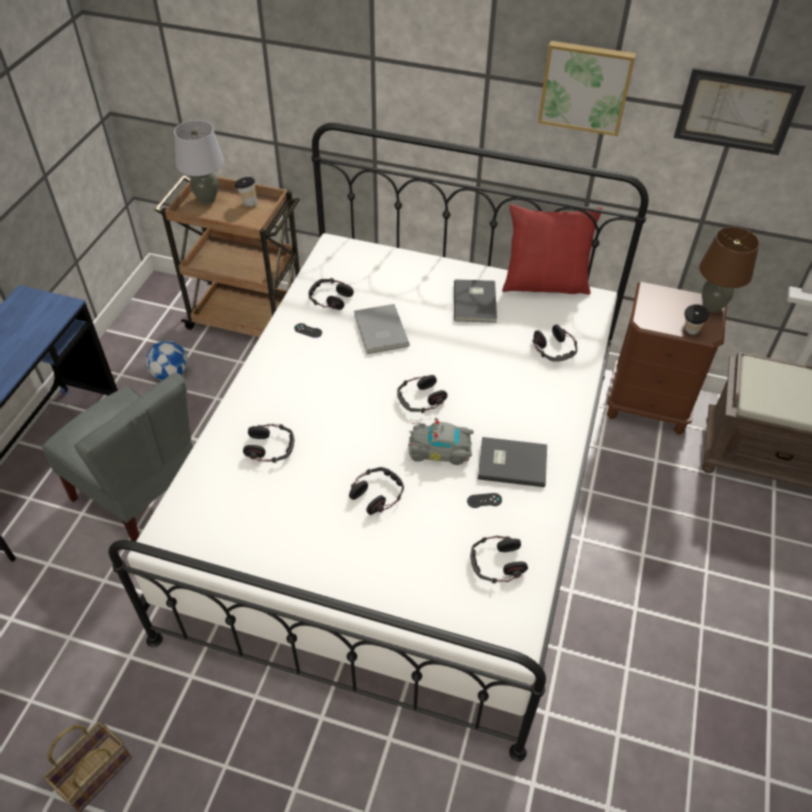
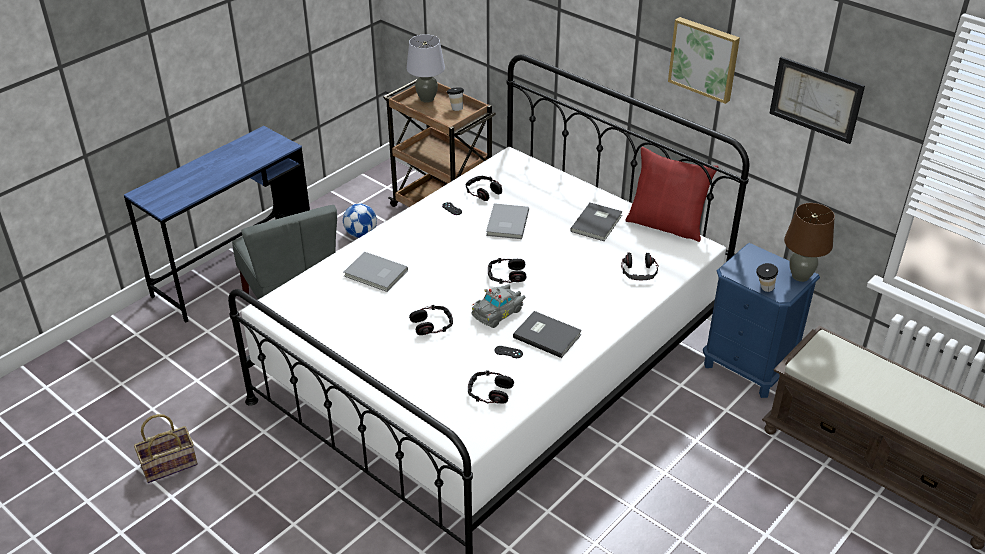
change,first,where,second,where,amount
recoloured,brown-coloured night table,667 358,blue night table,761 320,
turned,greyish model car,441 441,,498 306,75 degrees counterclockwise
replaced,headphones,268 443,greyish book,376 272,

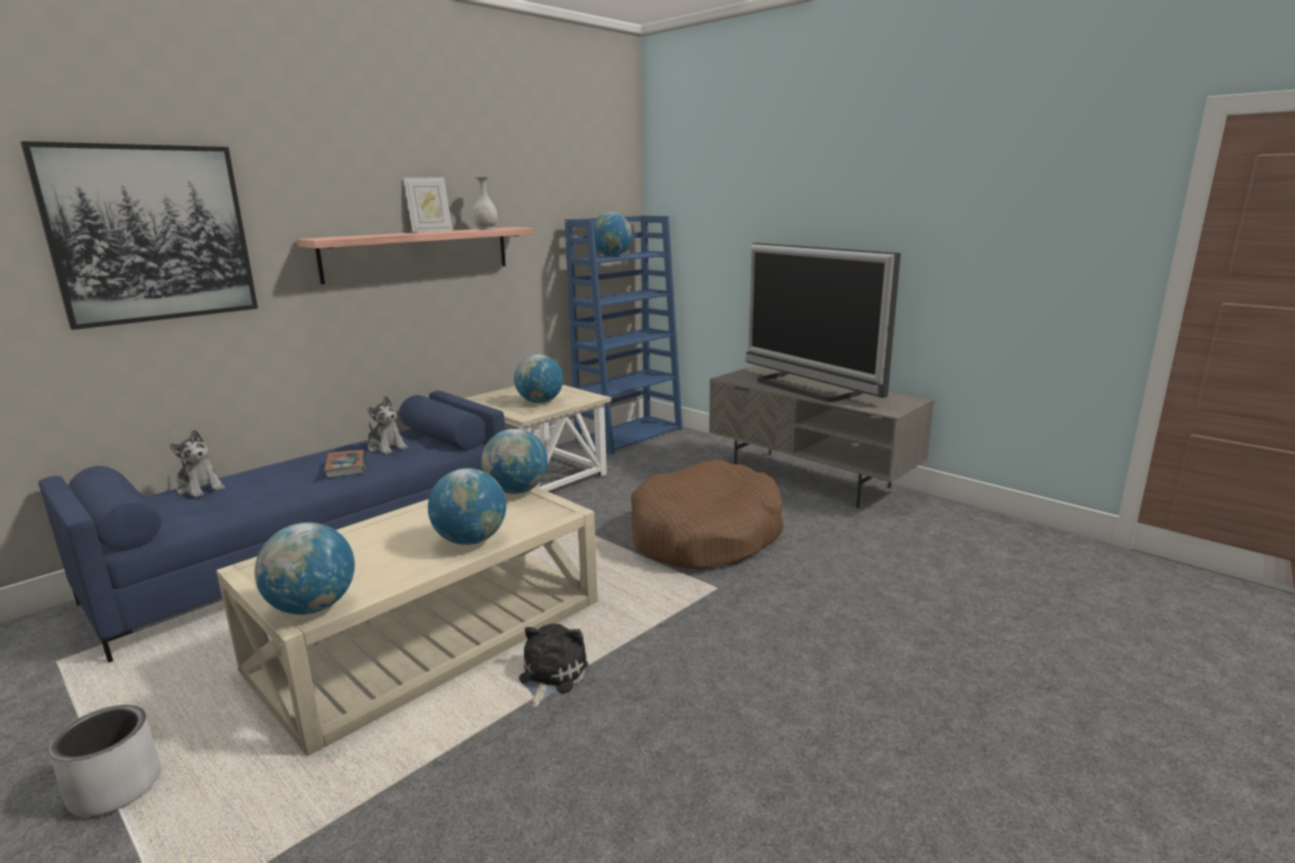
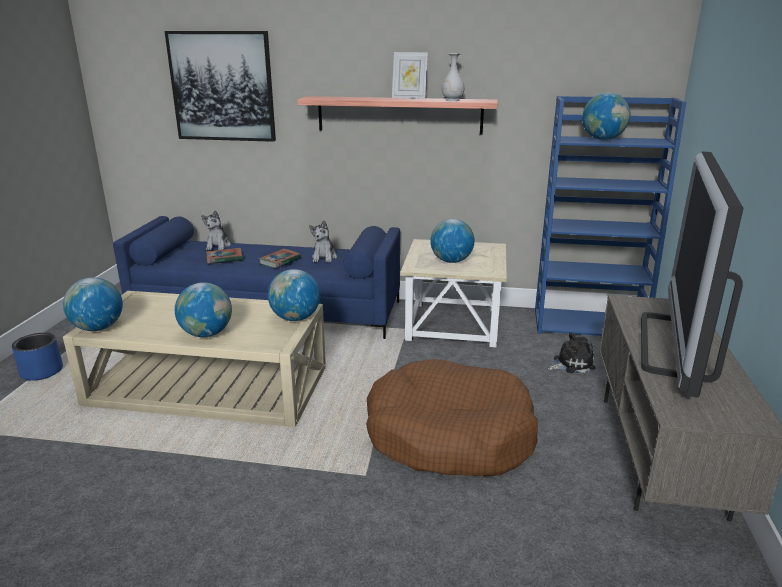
change,first,where,second,where,amount
moved,cuddly toy,553 665,,571 352,
recoloured,greyish flower pot,104 760,blue flower pot,37 357,
added,,,book,224 256,

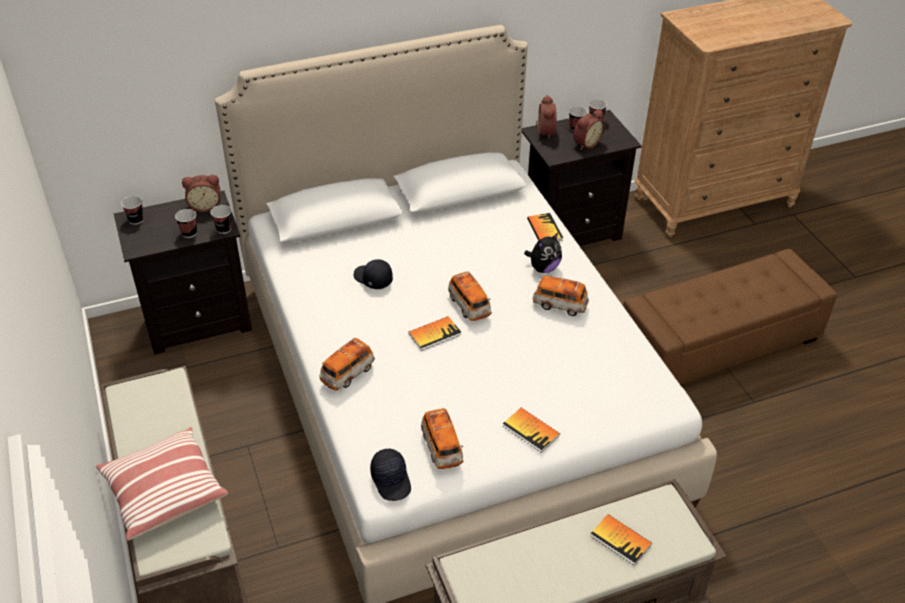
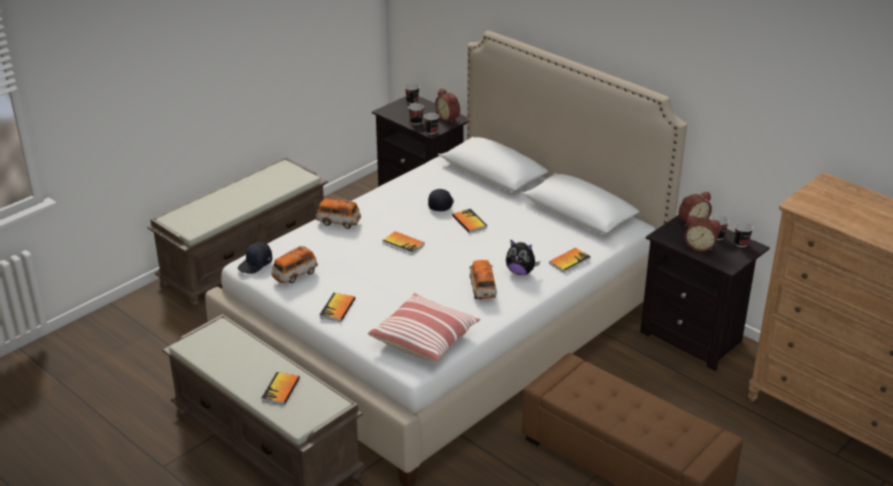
change,first,where,second,where,amount
removed,model car,470 296,,,
moved,pillow,162 484,,424 327,
added,,,book,469 221,

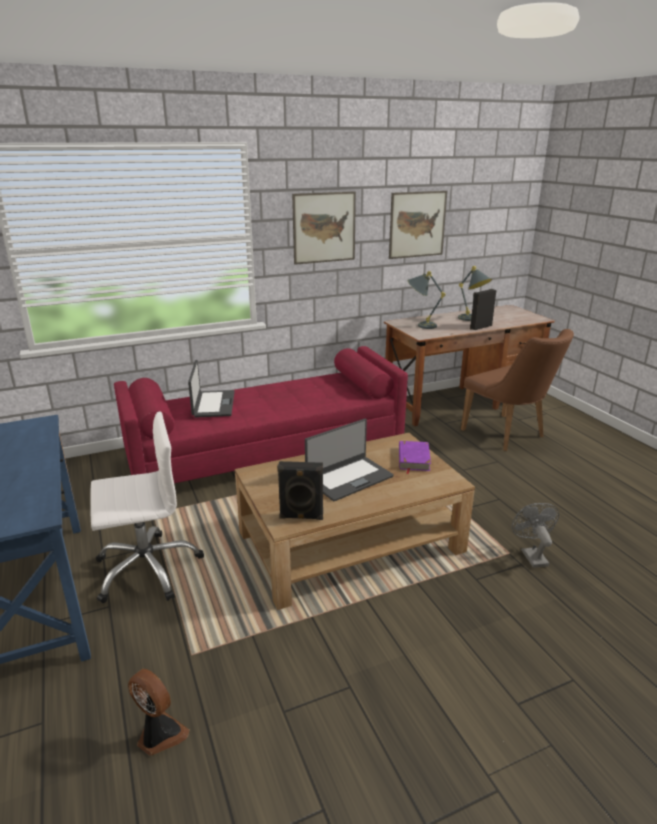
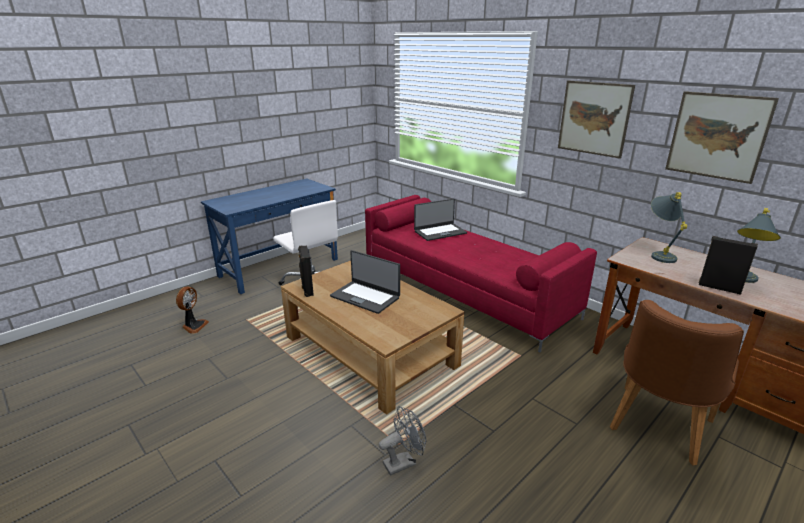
change,first,where,second,where,amount
removed,purple book,415 457,,,

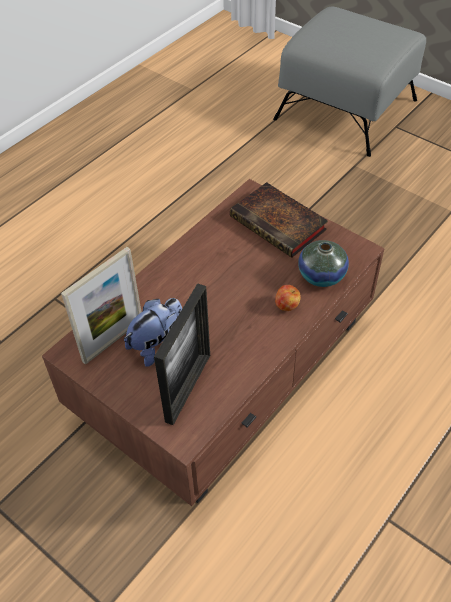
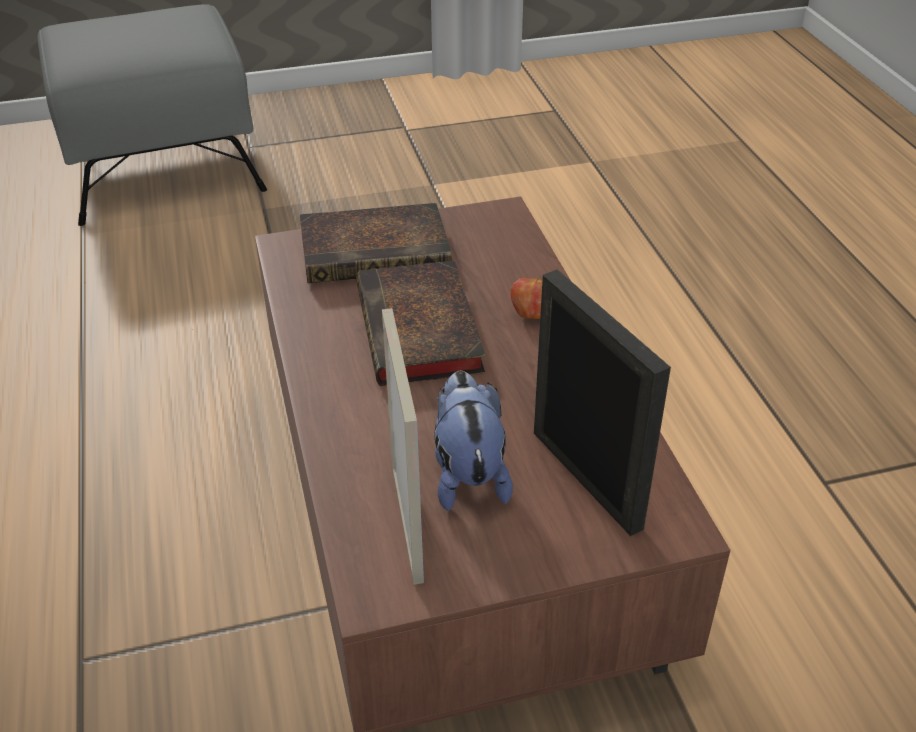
change,first,where,second,where,amount
removed,decorative vase,323 263,,,
added,,,book,420 323,

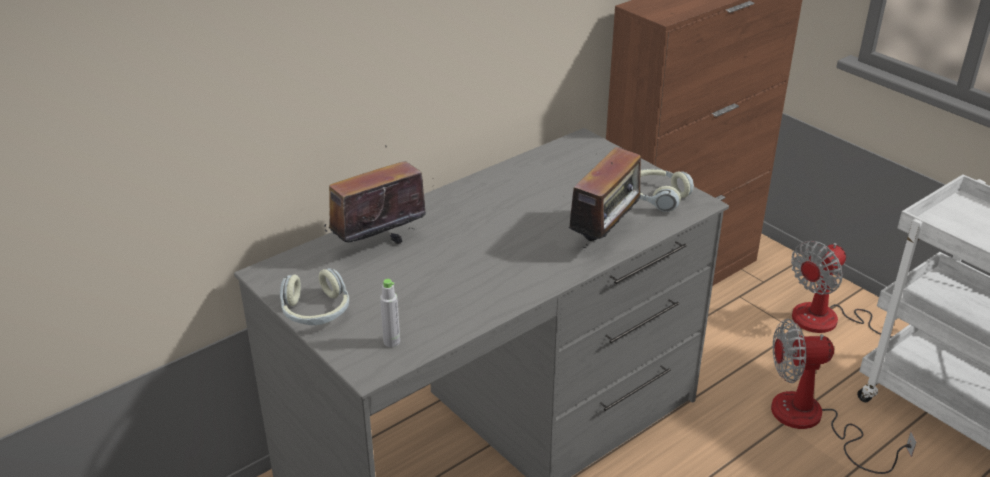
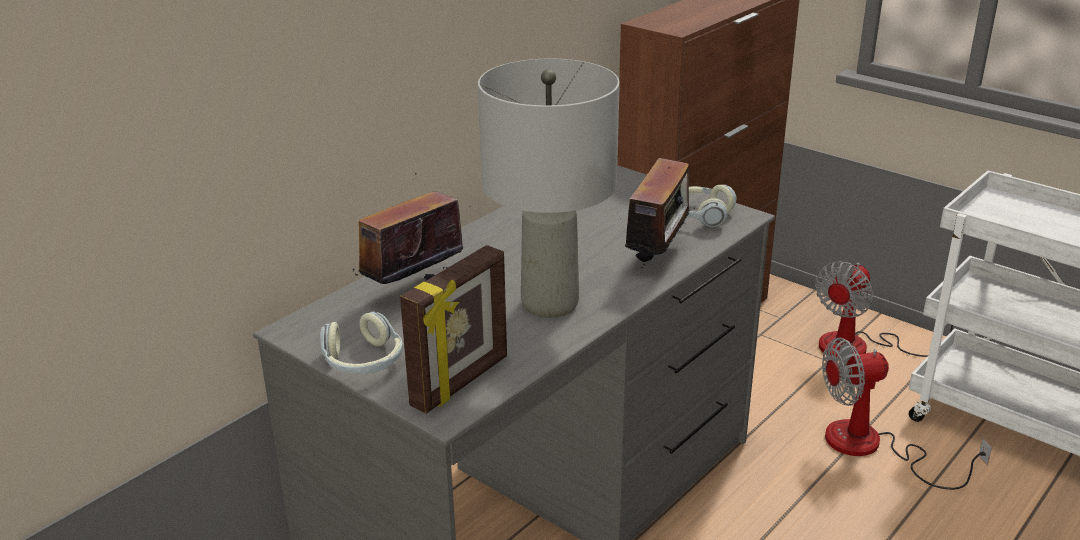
change,first,where,second,where,amount
replaced,greyish drink bottle,390 313,standing frame,453 329,
added,,,greyish table lamp,549 188,

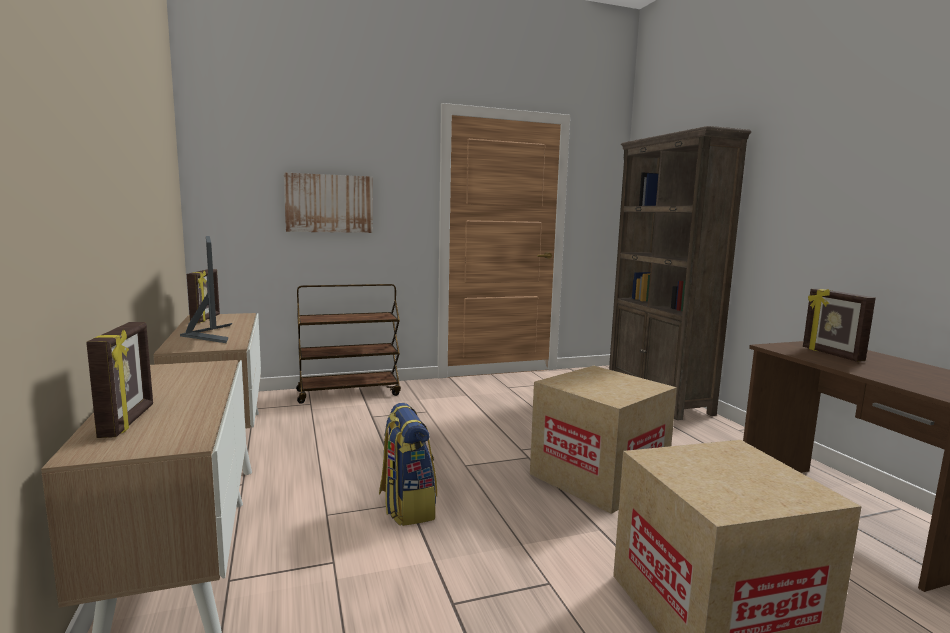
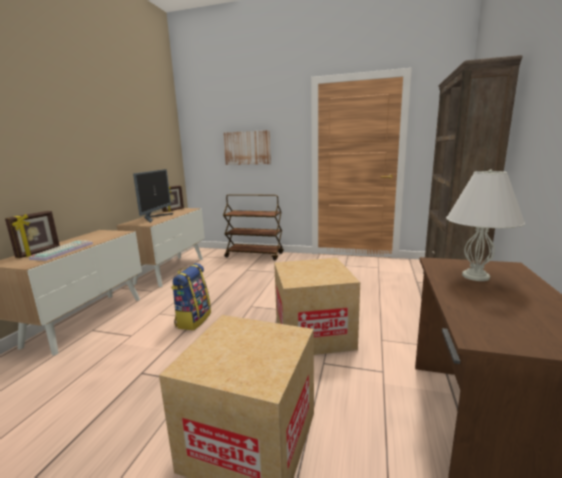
change,first,where,second,where,amount
replaced,standing frame,839 325,white table lamp,485 225,
added,,,keyboard,61 250,

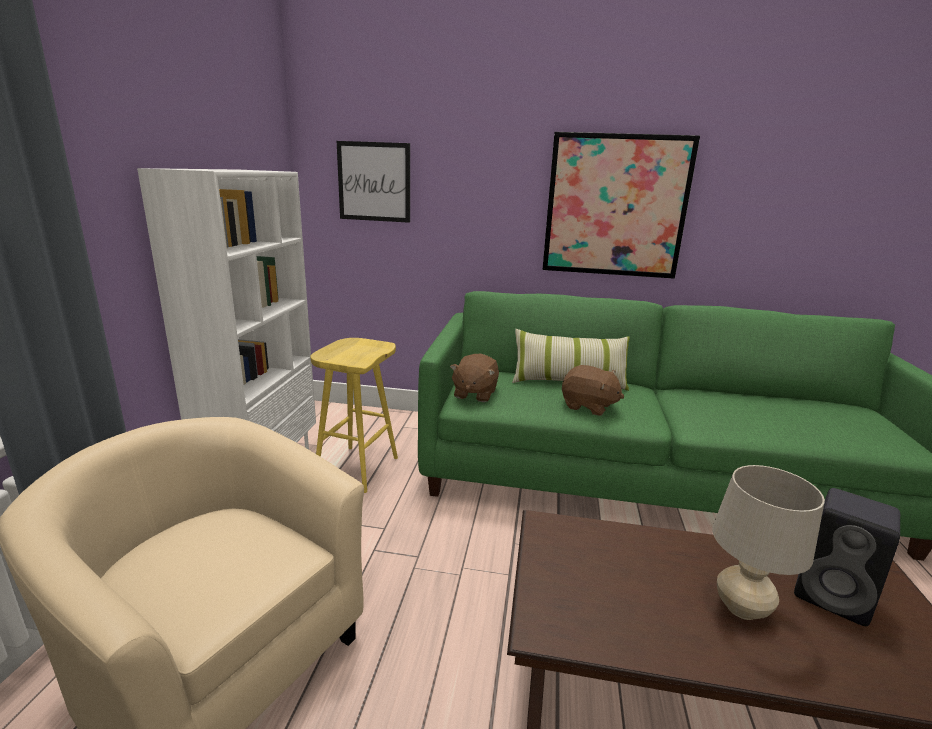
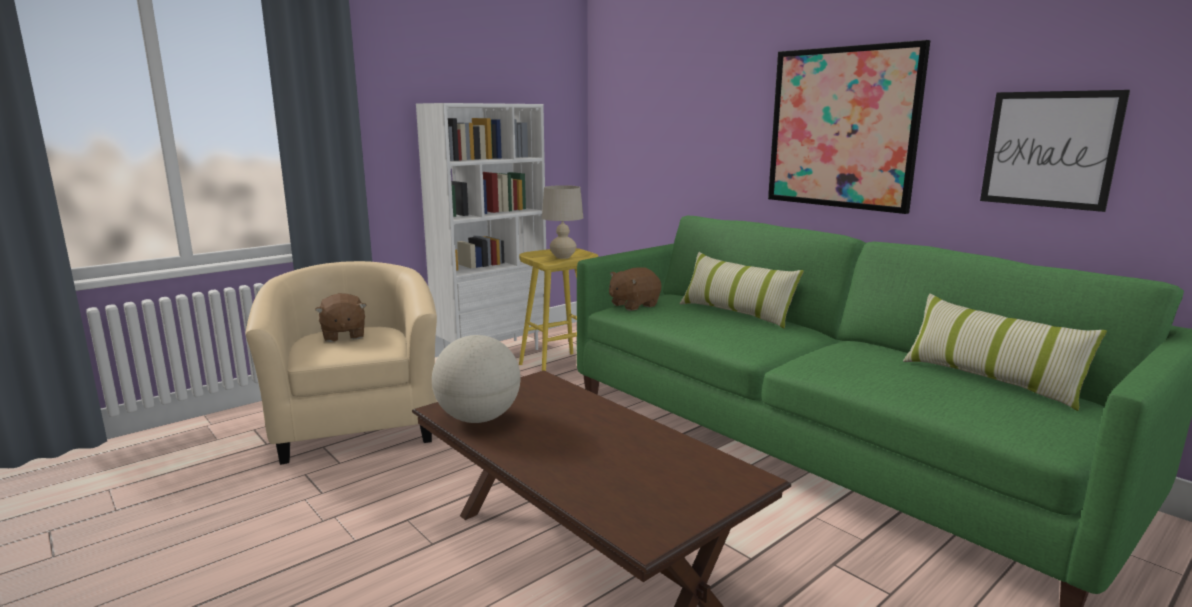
change,first,where,second,where,amount
moved,wall art,373 182,,1055 151,
moved,brown-coloured cuddly toy,593 390,,341 317,
moved,beige-coloured table lamp,768 542,,562 222,
removed,blackish audio speaker,847 557,,,
added,,,pillow,1005 352,
added,,,globe,476 379,

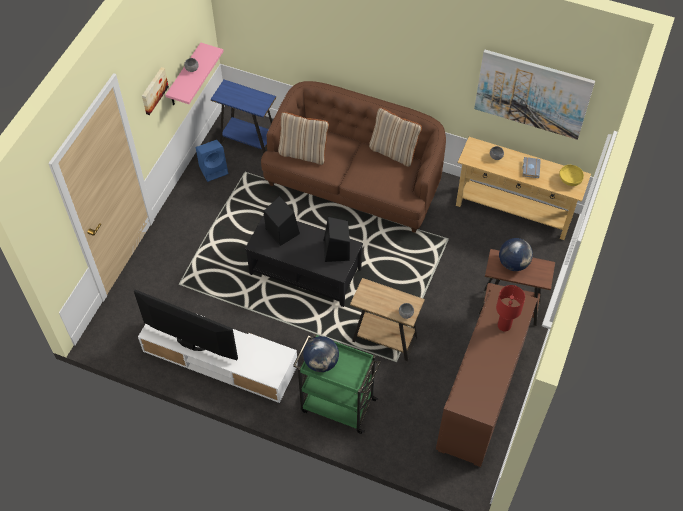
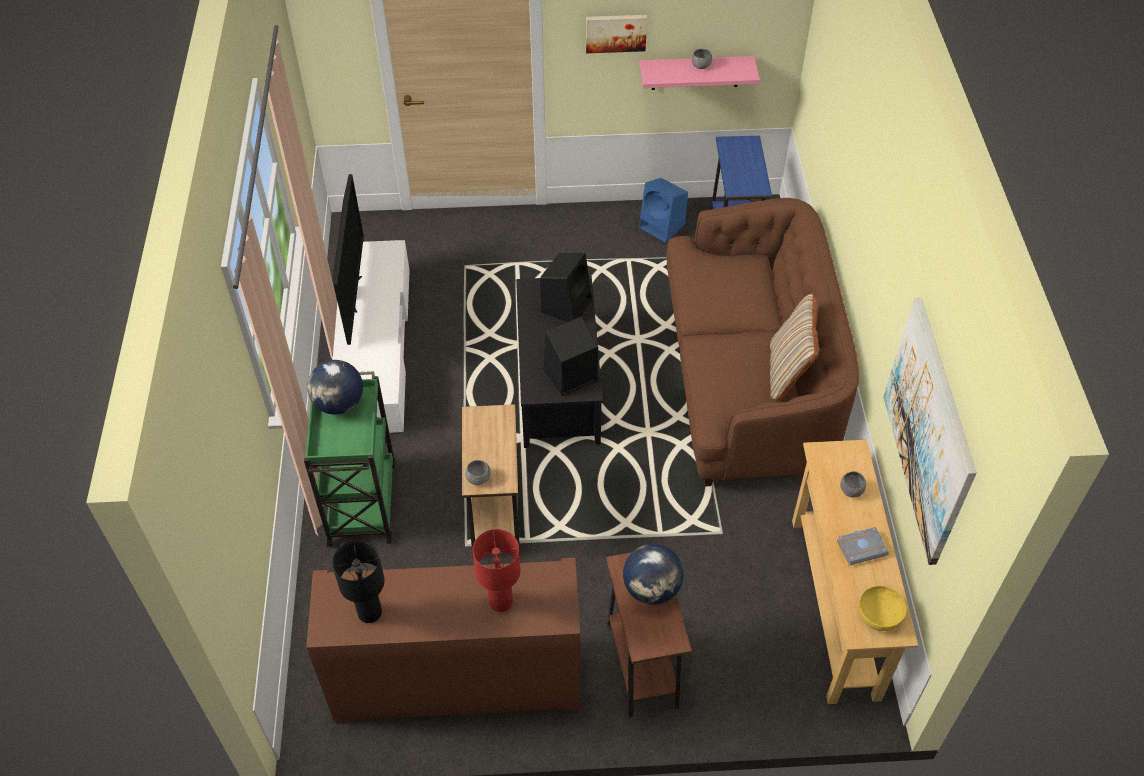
change,first,where,second,where,amount
removed,beige-coloured pillow,303 138,,,
added,,,blackish table lamp,358 581,

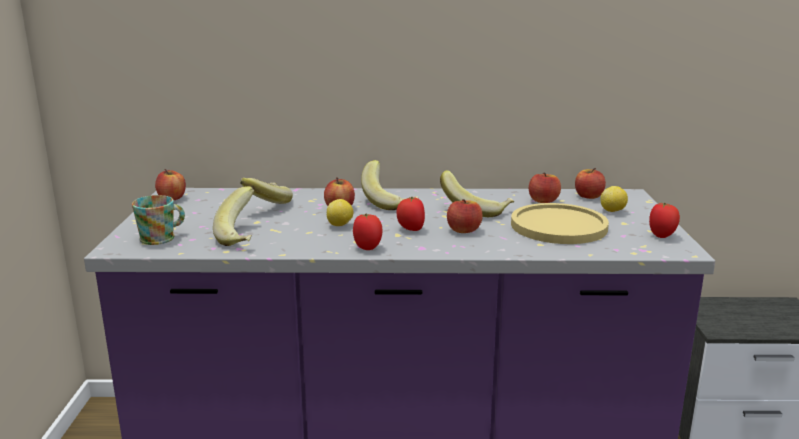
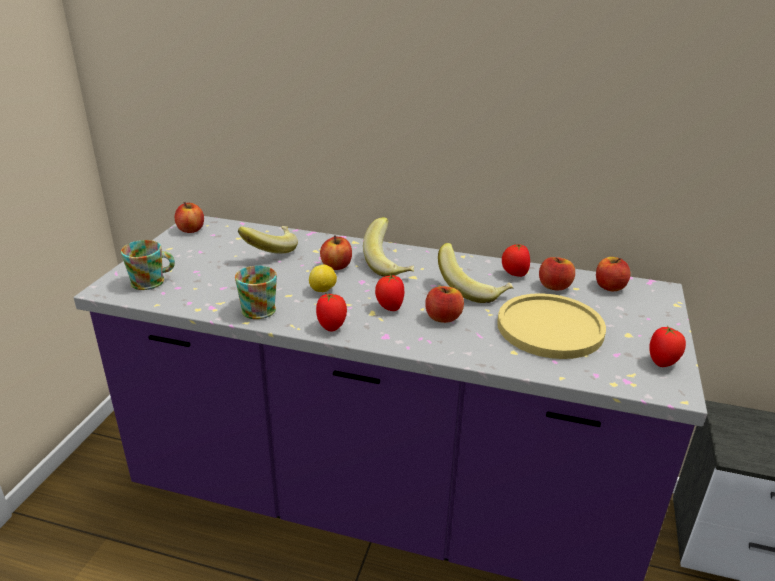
change,first,where,second,where,amount
removed,banana,233 216,,,
removed,lemon,614 199,,,
added,,,tomato,516 260,
added,,,coffee mug,256 292,

